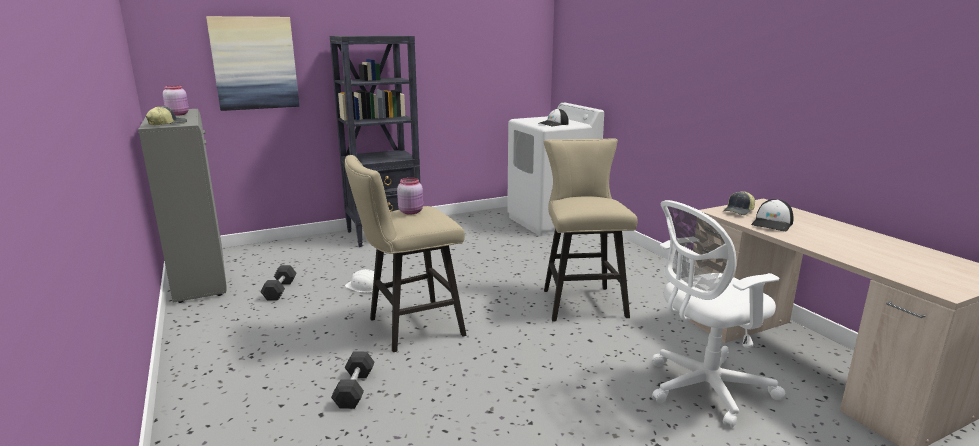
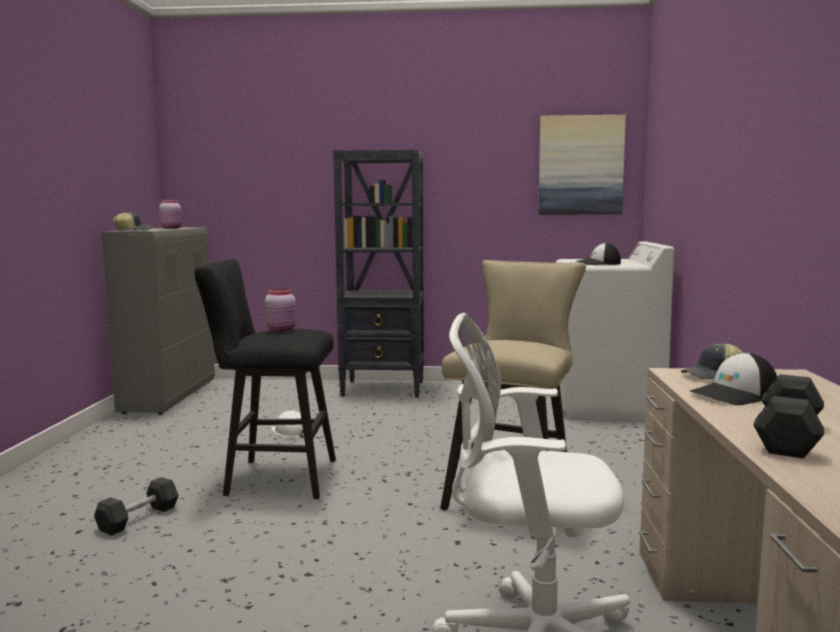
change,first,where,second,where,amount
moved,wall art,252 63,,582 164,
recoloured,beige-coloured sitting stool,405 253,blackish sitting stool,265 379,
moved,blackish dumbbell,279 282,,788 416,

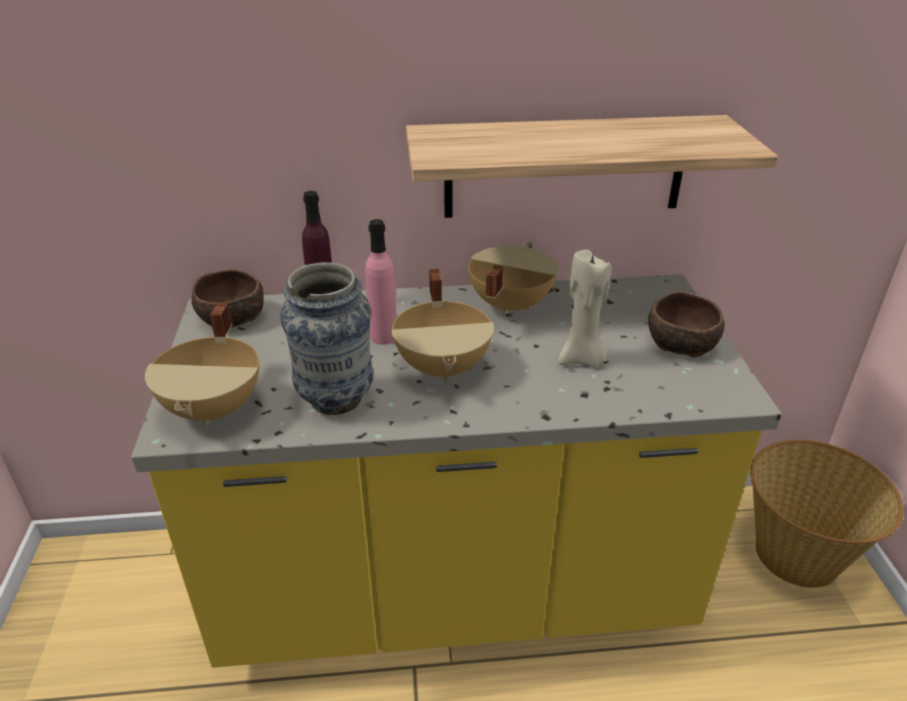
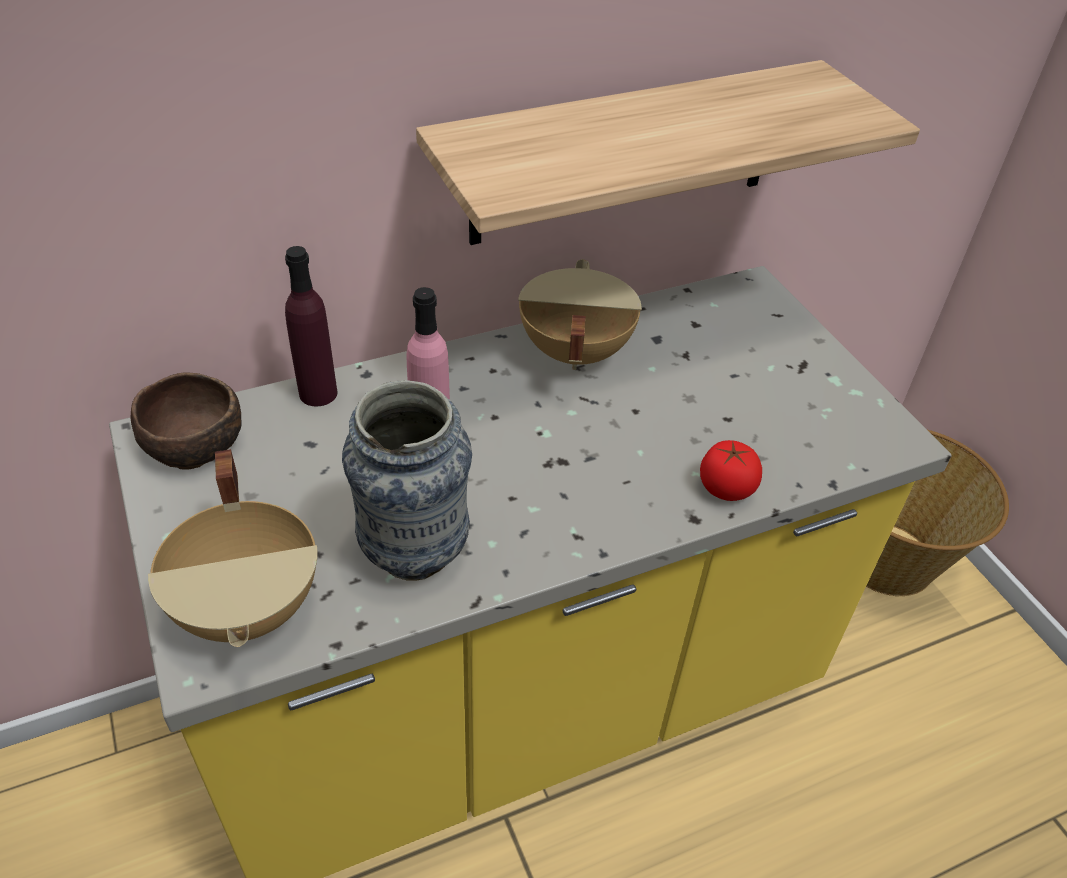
change,first,where,second,where,amount
removed,beige-coloured candle,584 308,,,
removed,beige-coloured stockpot,442 325,,,
removed,brown-coloured bowl,686 324,,,
added,,,tomato,731 470,

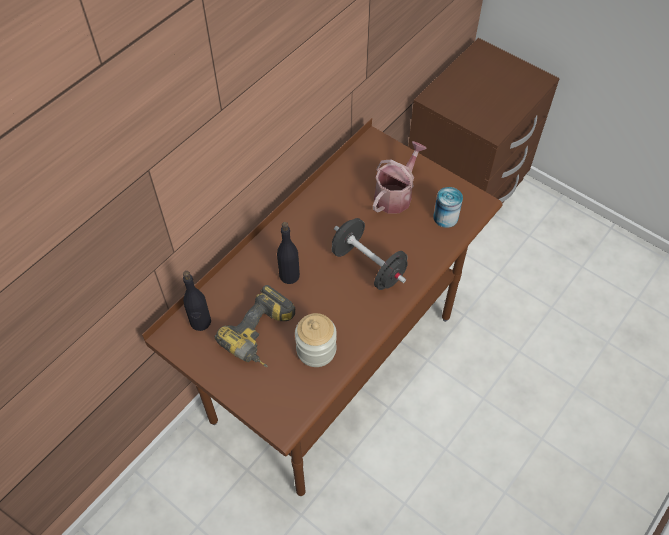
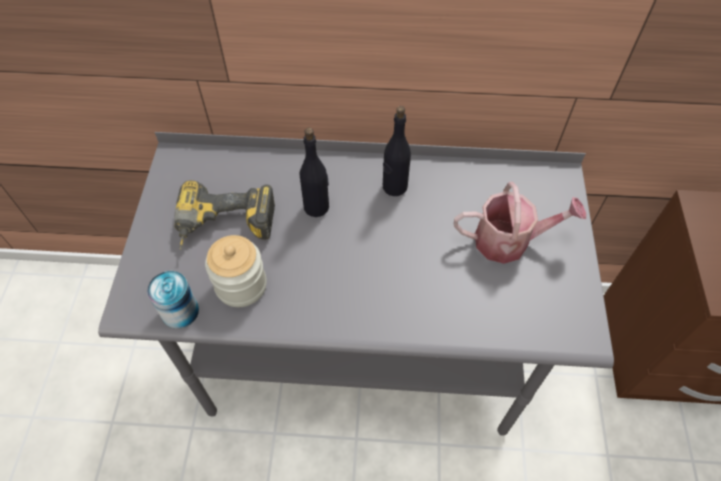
change,first,where,second,where,amount
recoloured,brown-coloured desk unit,322 307,greyish desk unit,356 284,
moved,metal can,448 207,,173 300,
removed,blackish dumbbell,370 254,,,
moved,blackish drink bottle,197 301,,397 151,

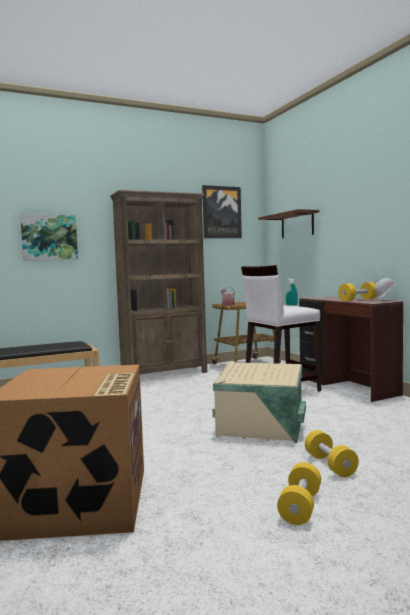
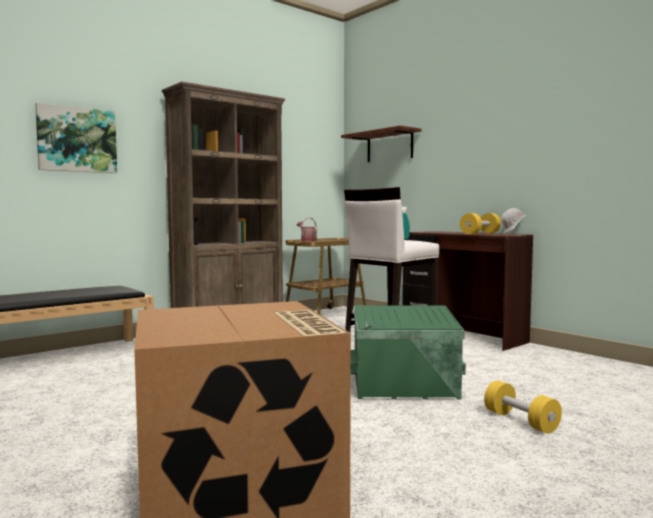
change,first,where,second,where,amount
removed,wall art,222 211,,,
recoloured,beige-coloured storage container,259 402,green storage container,408 352,
removed,yellowish dumbbell,299 493,,,

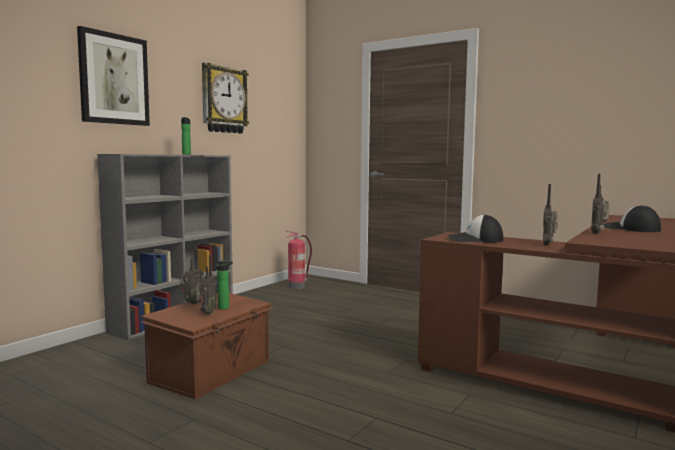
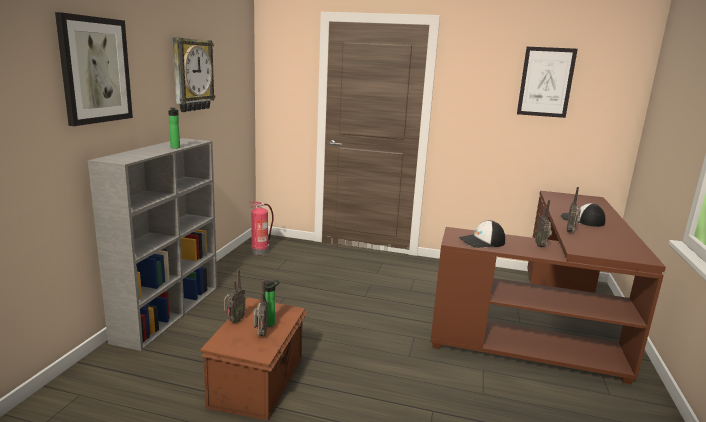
change,first,where,second,where,amount
added,,,wall art,547 82,

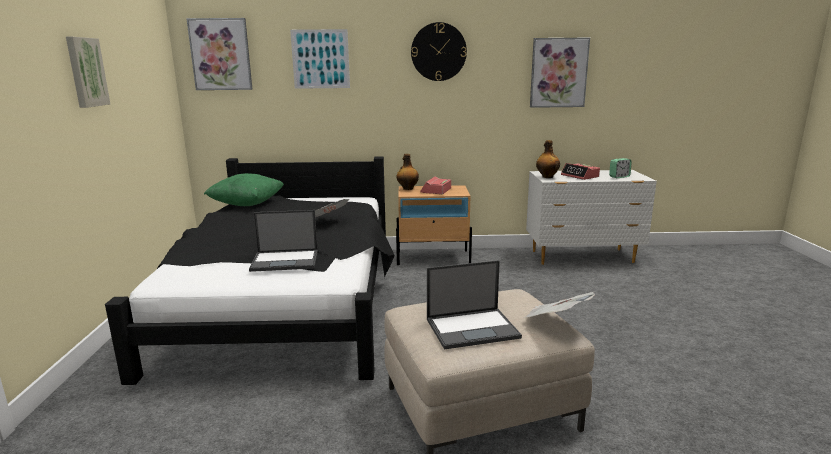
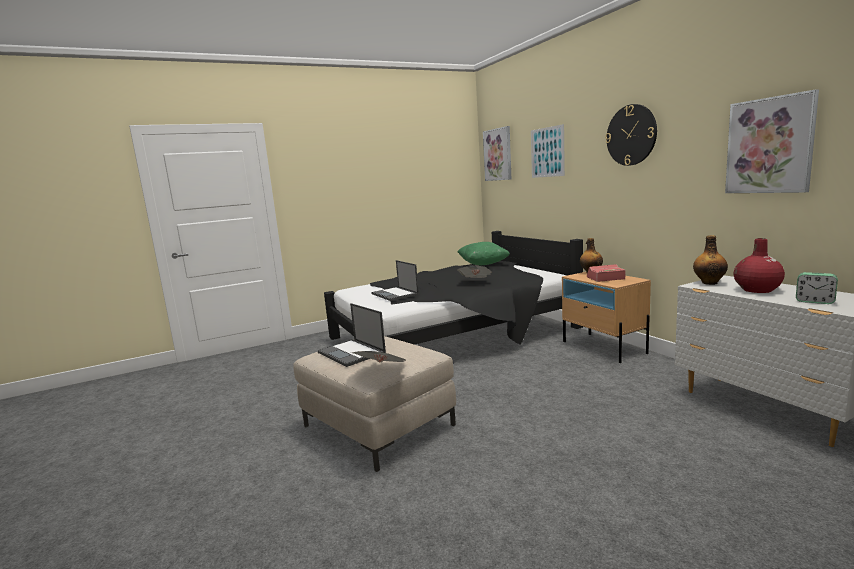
change,first,where,second,where,amount
removed,wall art,88 72,,,
replaced,alarm clock,580 171,red-coloured decorative vase,759 265,

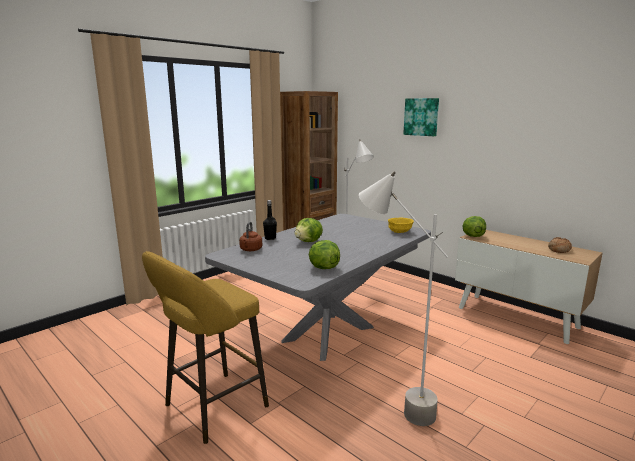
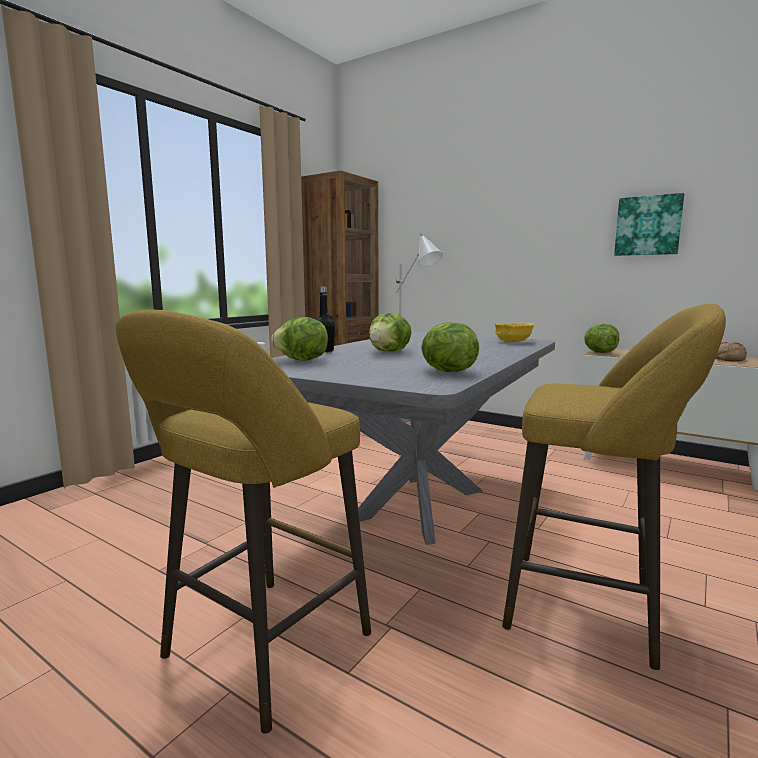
change,first,where,second,where,amount
moved,wall art,421 117,,649 224,
replaced,greyish standing lamp,403 298,yellowish sitting stool,614 487,
replaced,brown-coloured tea kettle,250 236,lettuce,299 339,

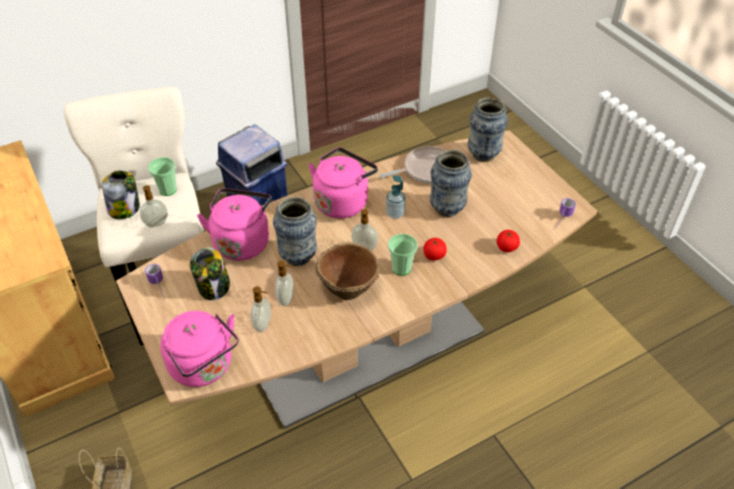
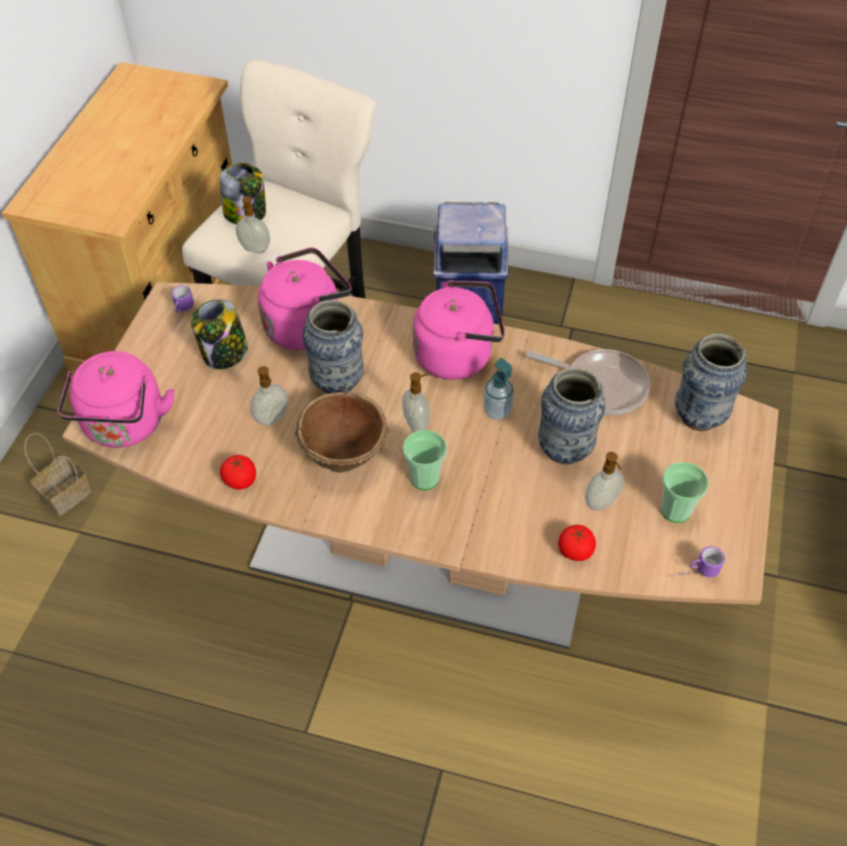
change,first,where,second,where,amount
moved,cup,162 176,,685 492,
moved,tomato,435 249,,238 472,
moved,soap bottle,260 309,,604 481,

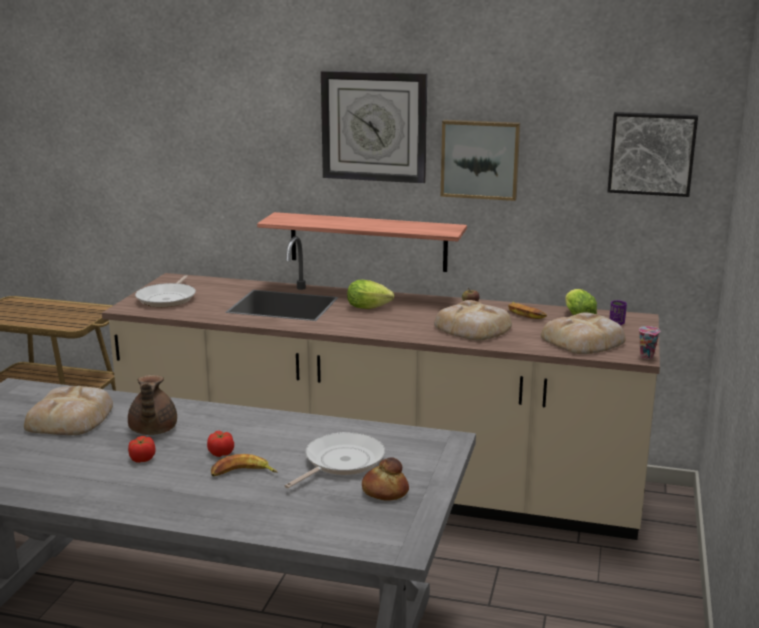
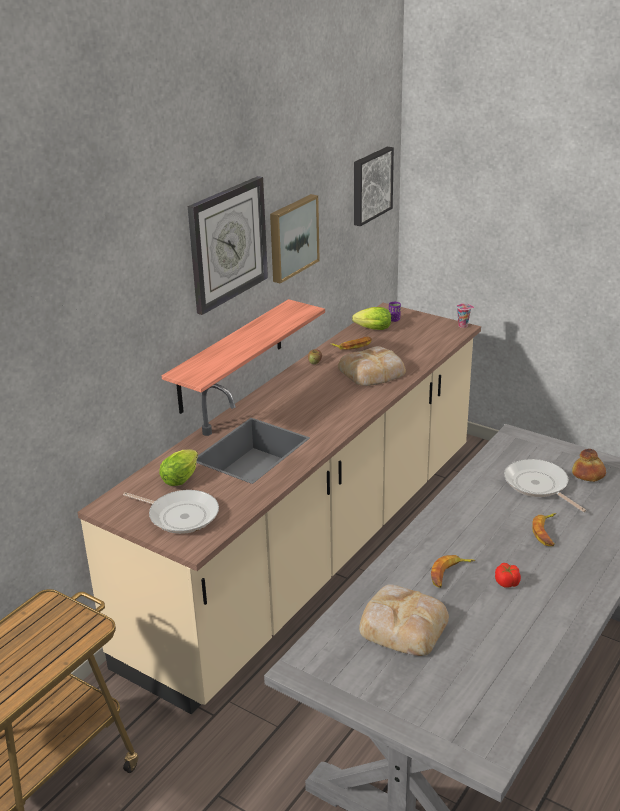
change,first,where,second,where,amount
moved,lettuce,370 294,,178 468,
removed,baked bread,583 333,,,
replaced,brown-coloured tea pot,152 405,banana,453 571,
removed,tomato,220 444,,,

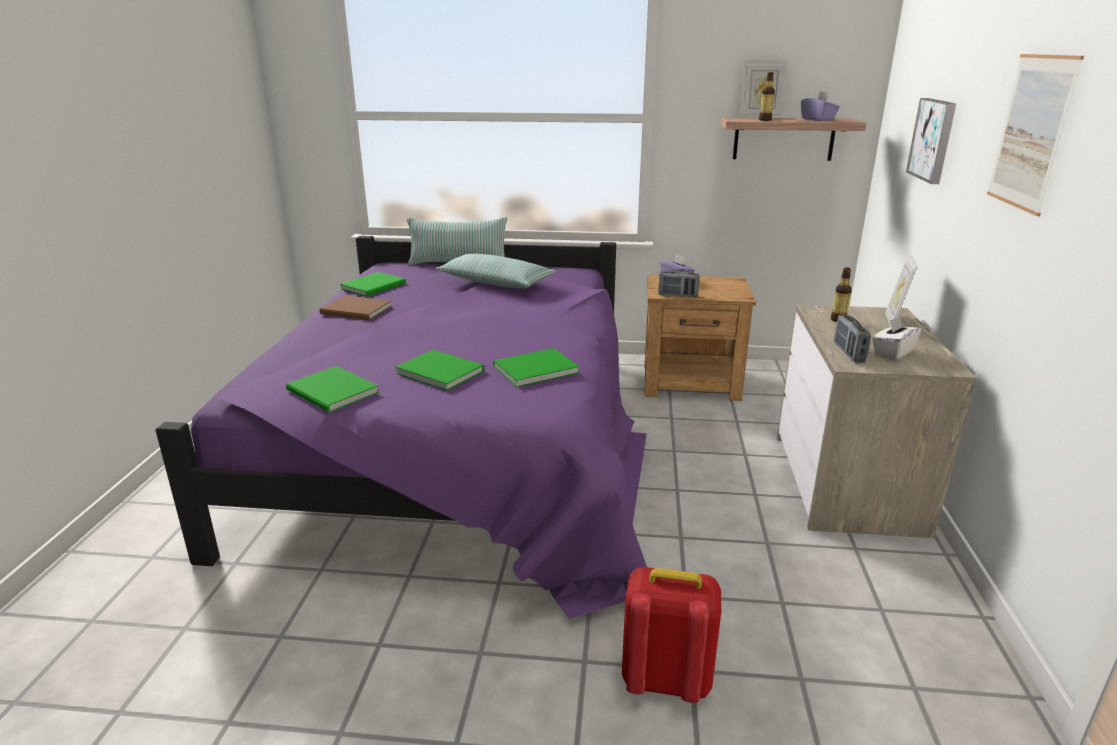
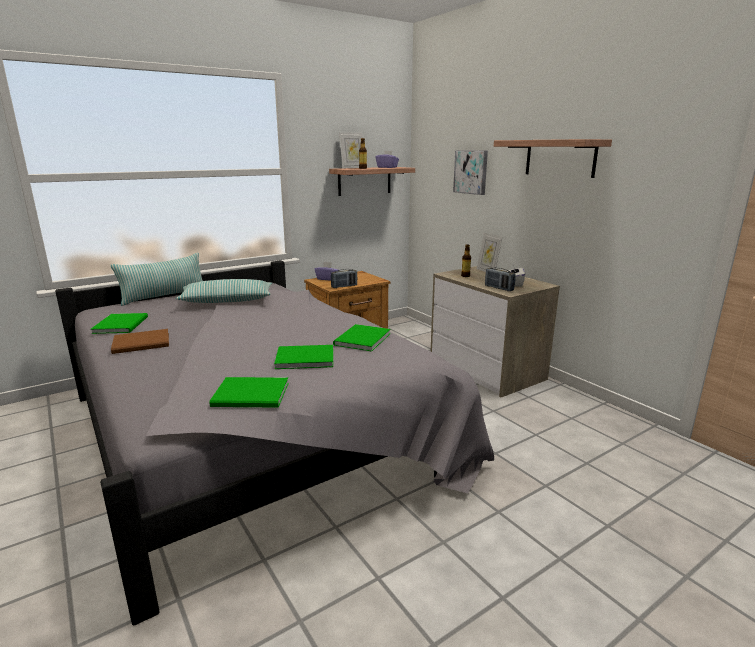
change,first,where,second,where,amount
replaced,wall art,1035 135,wall shelf,553 158,
recoloured,purple bed,401 427,greyish bed,274 443,
removed,red-coloured rucksack,671 635,,,

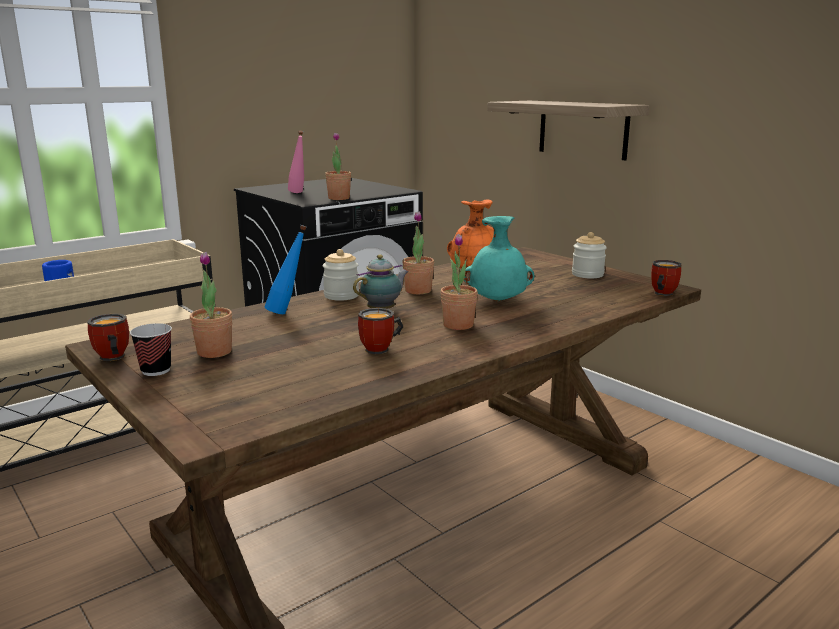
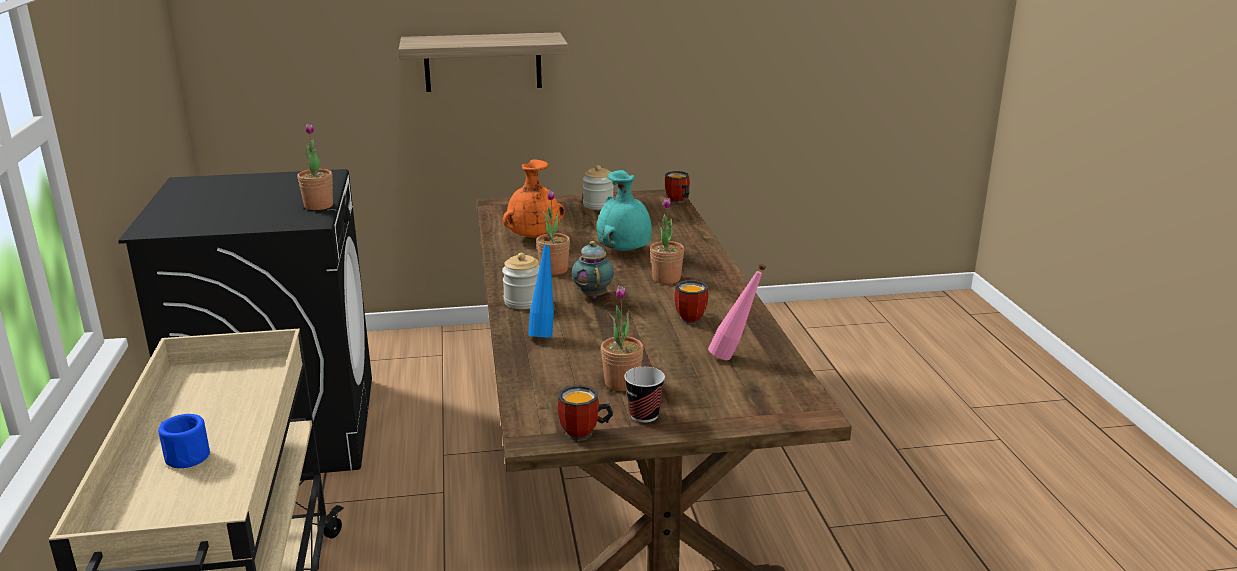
change,first,where,second,where,amount
moved,pink-coloured drink bottle,296 162,,737 311,

